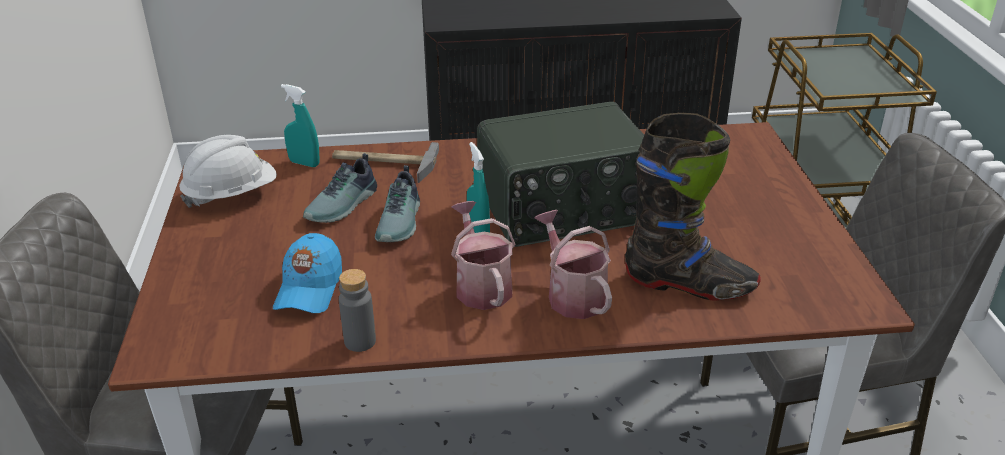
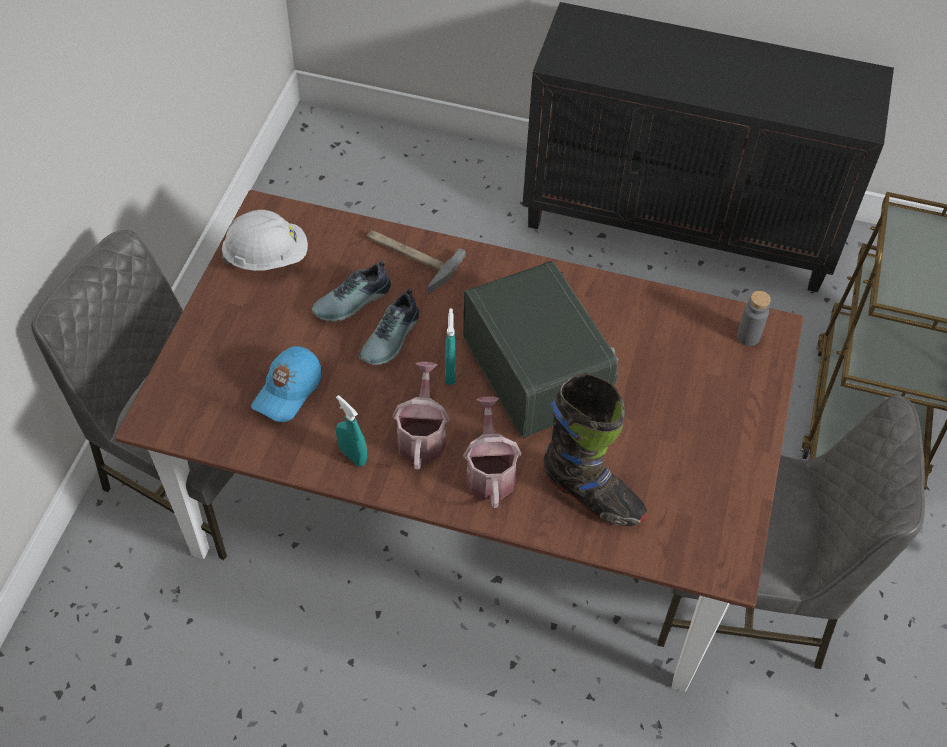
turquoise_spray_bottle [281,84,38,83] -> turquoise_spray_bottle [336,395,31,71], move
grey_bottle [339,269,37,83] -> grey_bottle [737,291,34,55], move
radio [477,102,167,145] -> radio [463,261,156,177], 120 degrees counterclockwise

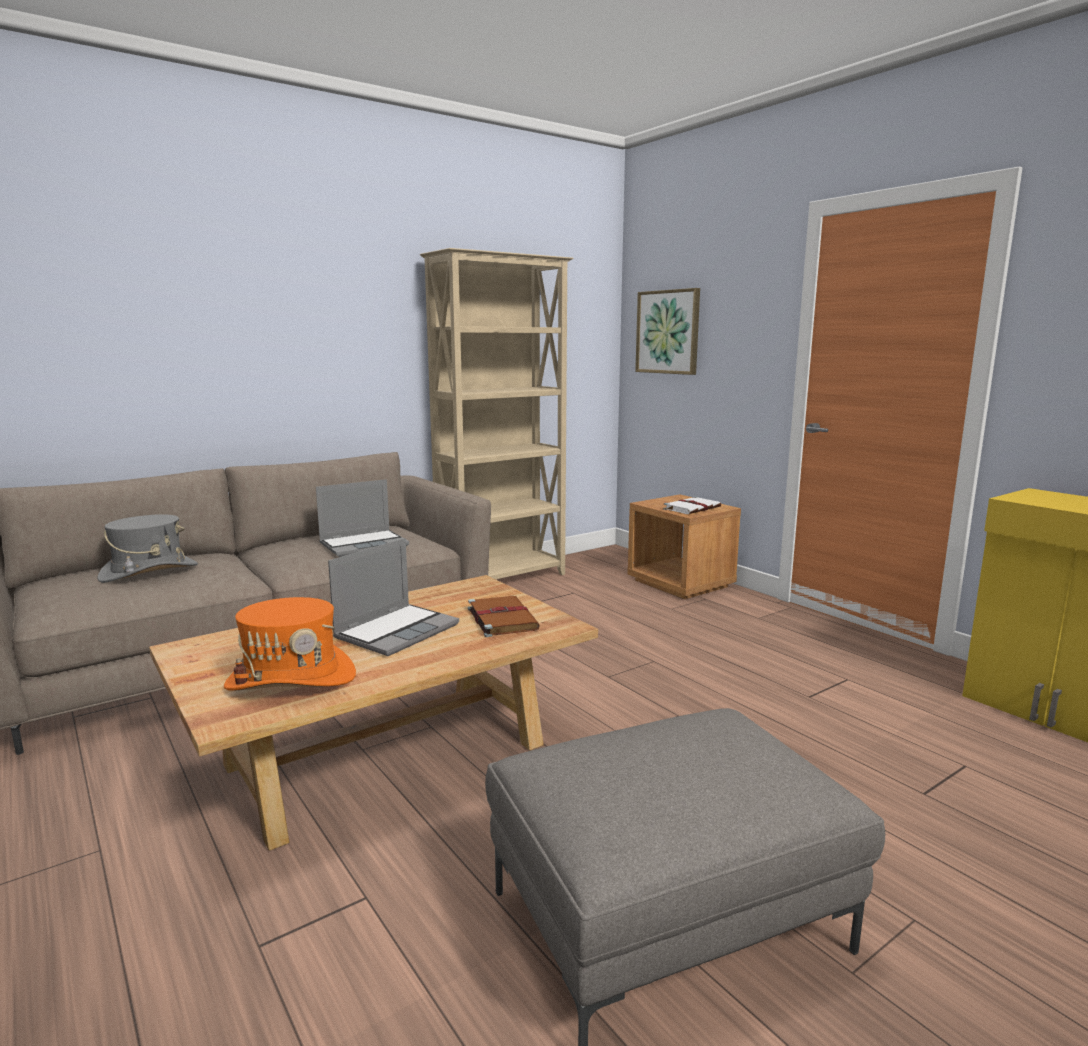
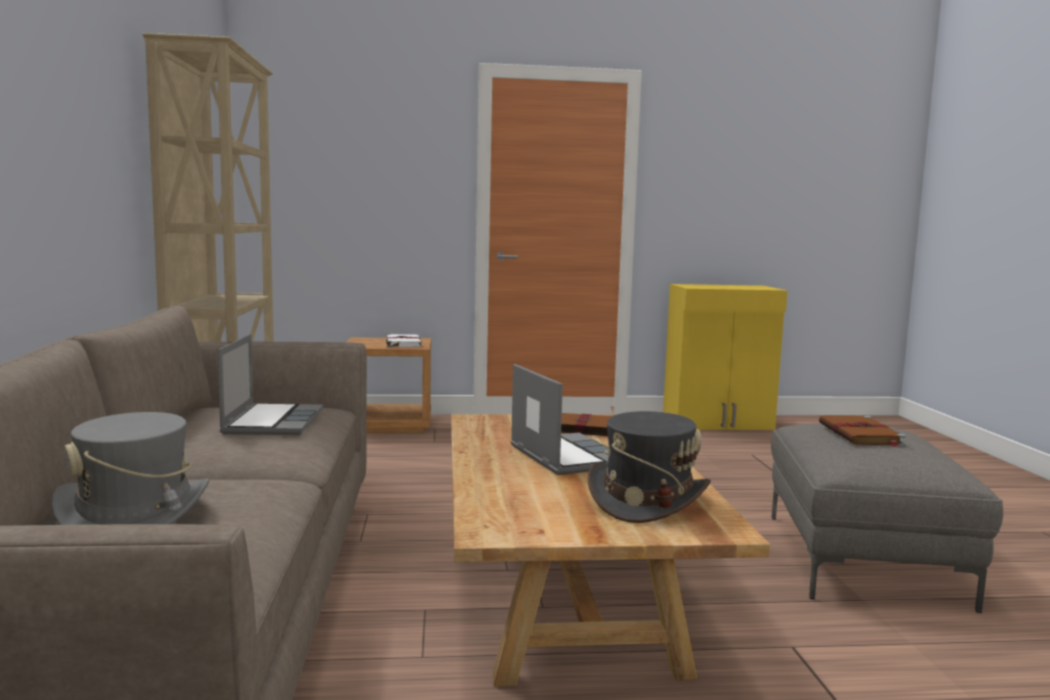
picture [635,288,65,87] -> none
none -> brown_book [819,415,87,33]
orange_hat [224,597,132,93] -> grey_hat [588,411,123,112]

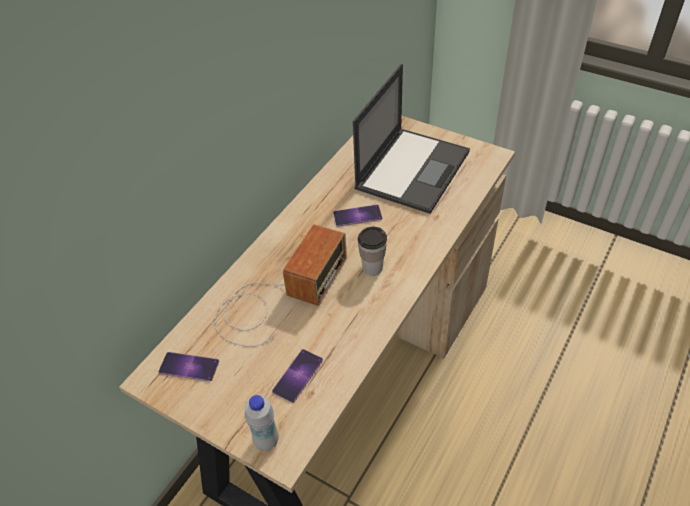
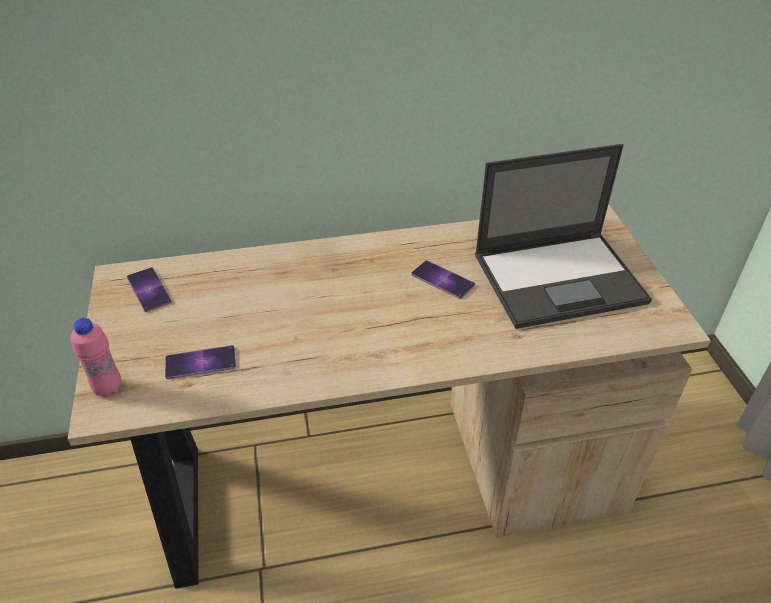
radio [215,224,132,123] -> none
cup [358,227,29,49] -> none
white_bottle [245,395,34,56] -> pink_bottle [70,318,52,79]

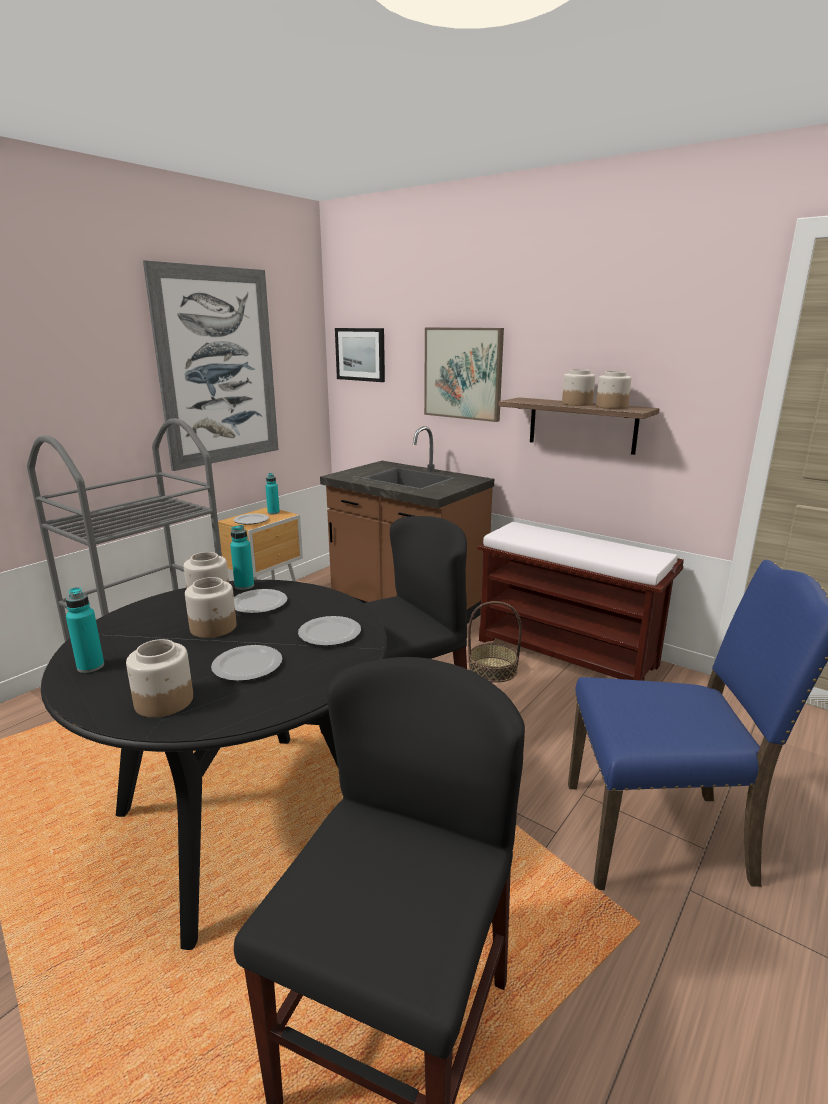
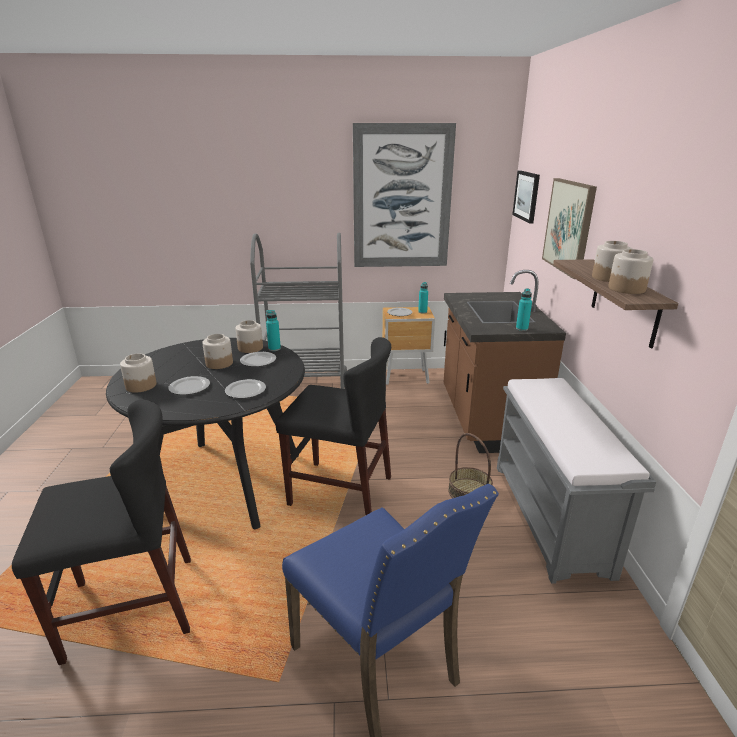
turquoise_bottle [66,587,38,86] -> turquoise_bottle [516,288,16,43], move
brown_bench [477,522,207,159] -> grey_bench [497,378,159,206]

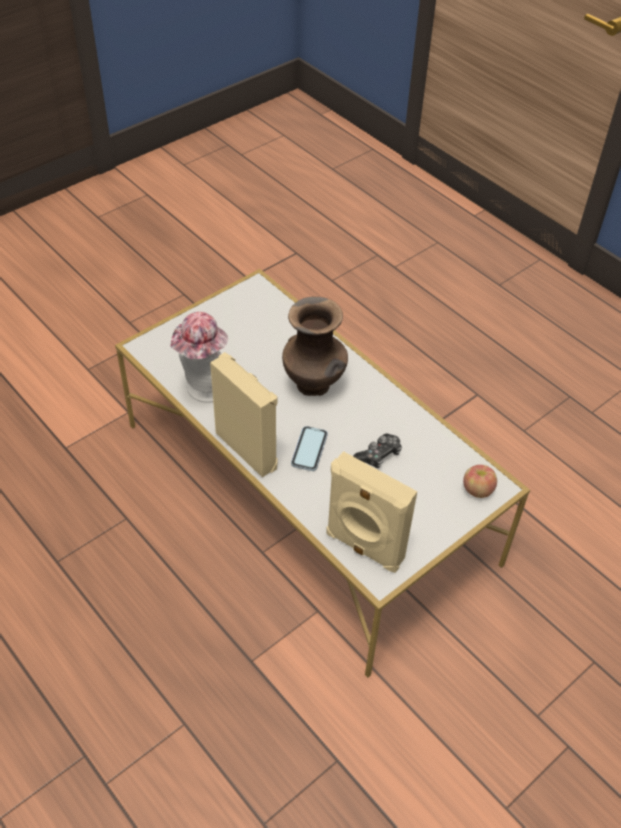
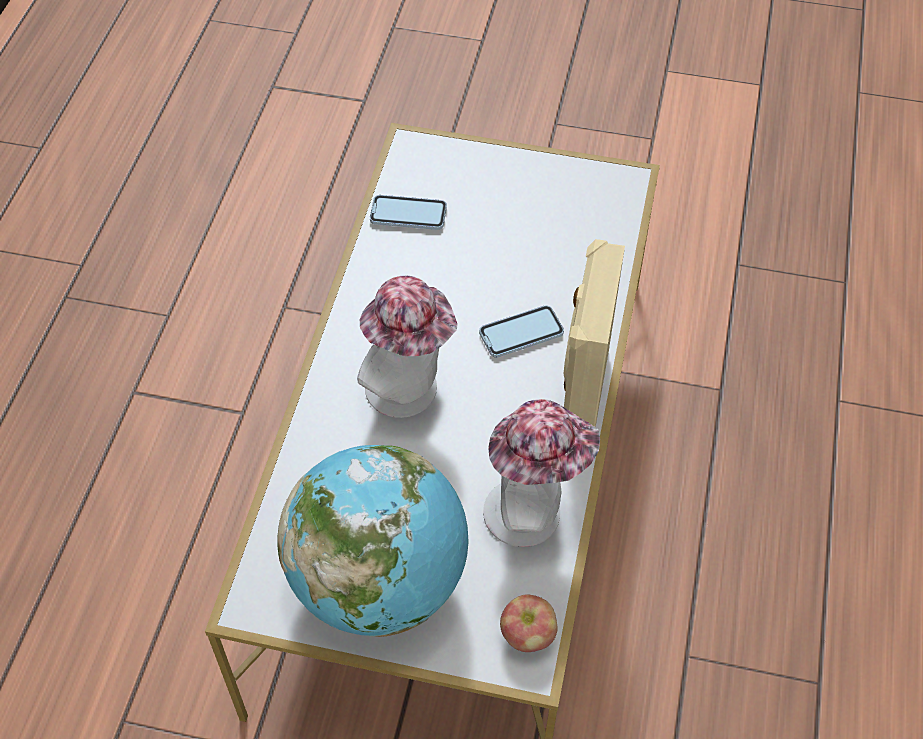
beige_speaker [326,451,91,122] -> none
game_controller [353,434,49,34] -> none
none -> globe [277,445,192,192]
none -> phone [370,195,77,35]
apple [463,465,34,33] -> apple [500,594,58,58], move
brown_vase [282,297,66,99] -> hat [357,276,100,142]

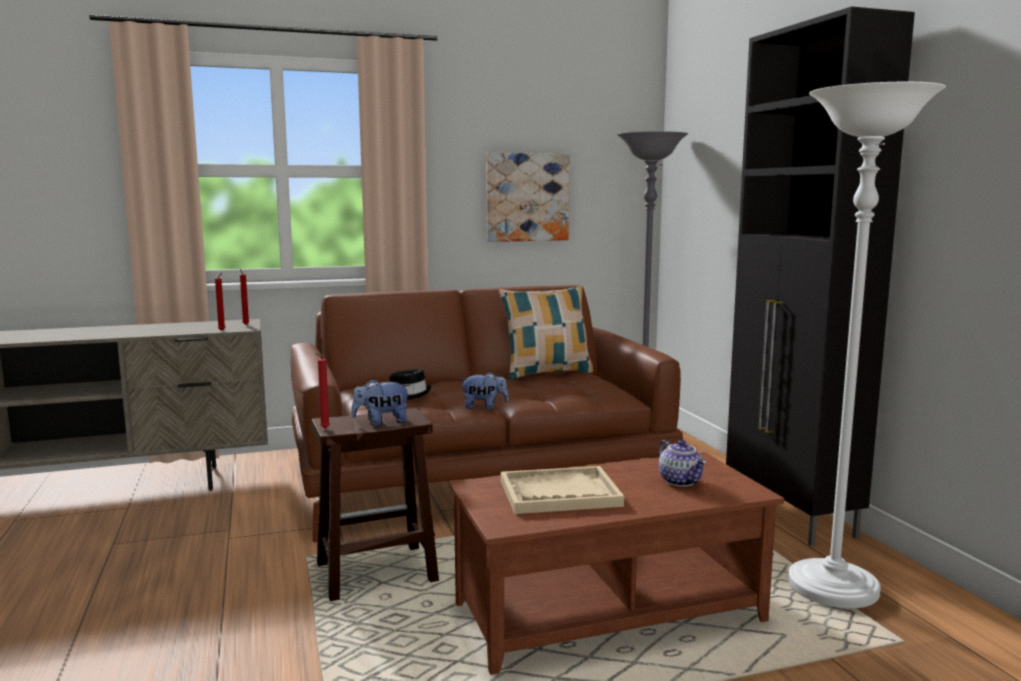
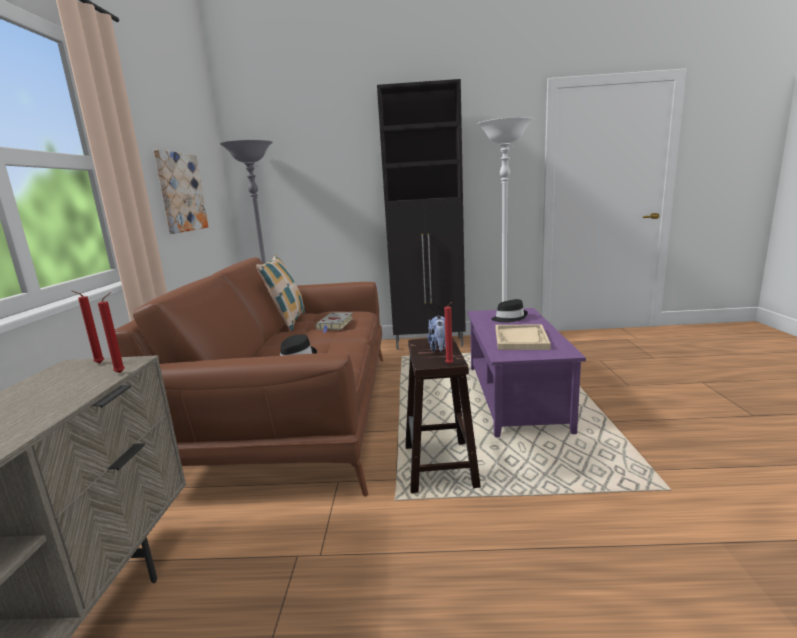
plush_toy [460,371,49,39] -> none
none -> grey_book [315,312,38,21]
teapot [658,440,48,47] -> black_hat [491,299,37,24]
brown_coffee_table [449,452,335,223] -> purple_coffee_table [467,308,119,129]

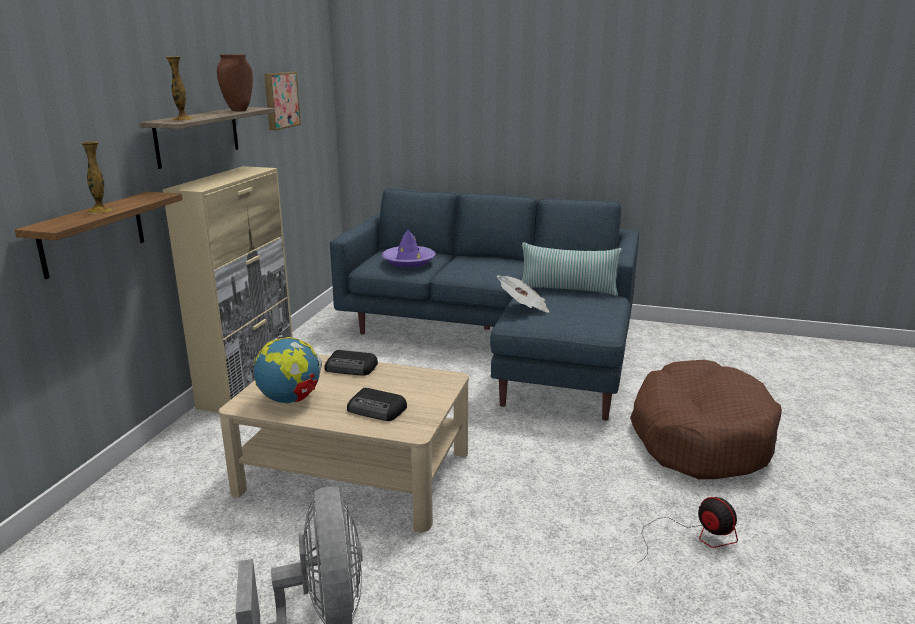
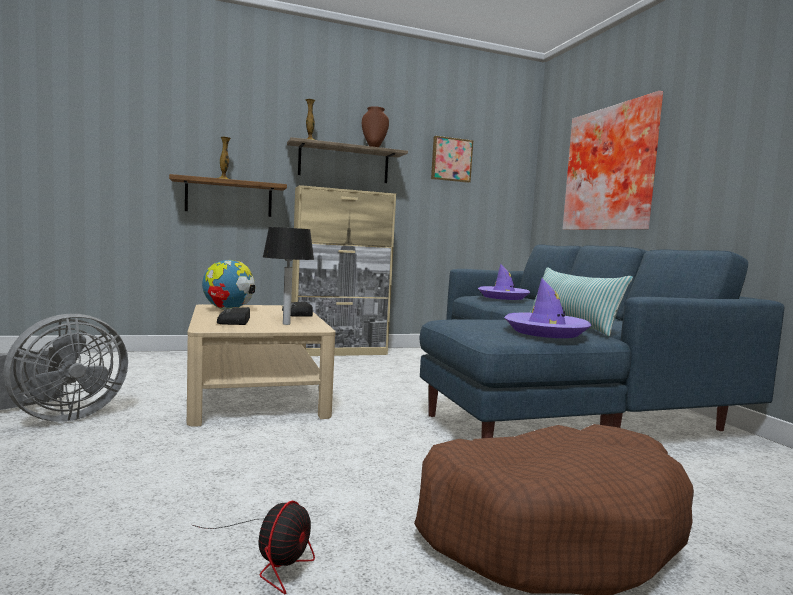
newspaper [497,275,53,38] -> none
none -> table_lamp [263,227,51,98]
none -> purple_hat [504,278,87,60]
none -> picture [563,91,100,139]

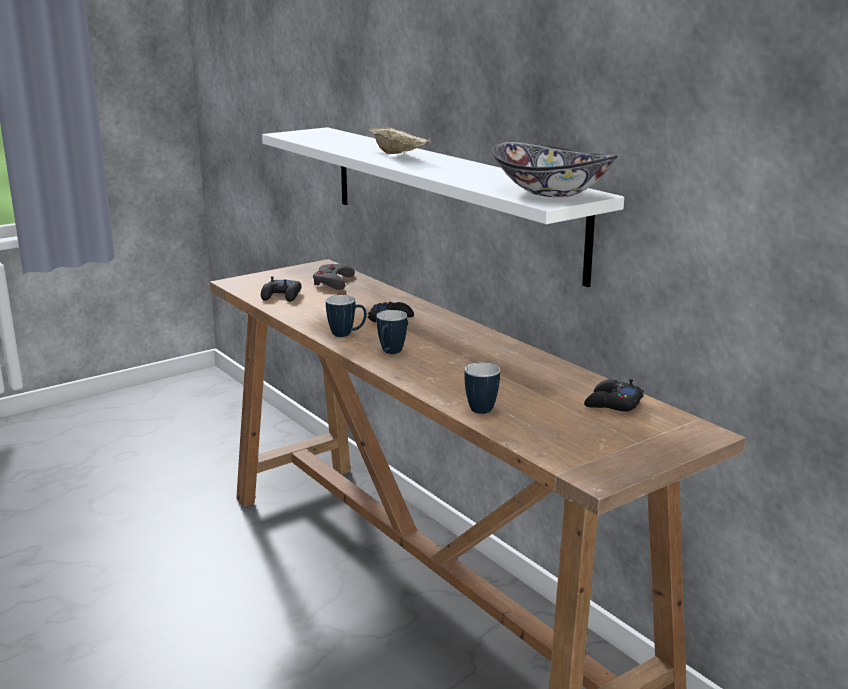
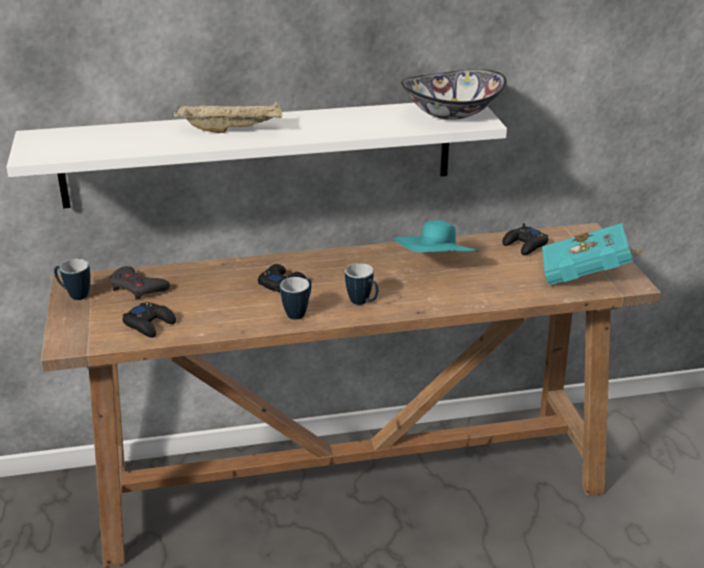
none -> turquoise_hat [394,220,86,32]
none -> turquoise_book [542,223,105,62]
mug [464,362,36,52] -> mug [54,259,36,41], move

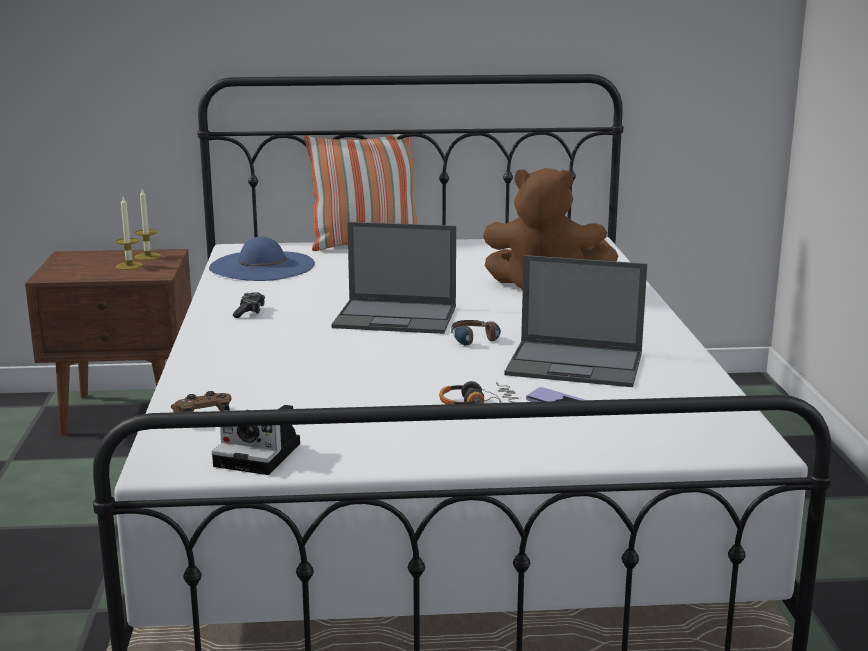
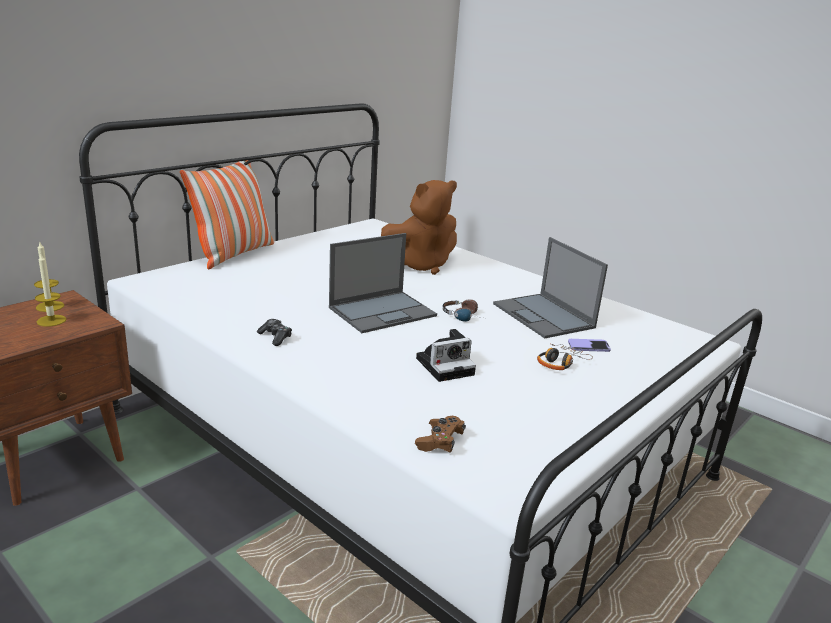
blue_hat [209,236,106,45] -> none
photo_camera [212,405,88,70] -> photo_camera [416,329,60,53], move
laptop [504,255,143,132] -> laptop [493,237,115,101], 90 degrees clockwise

